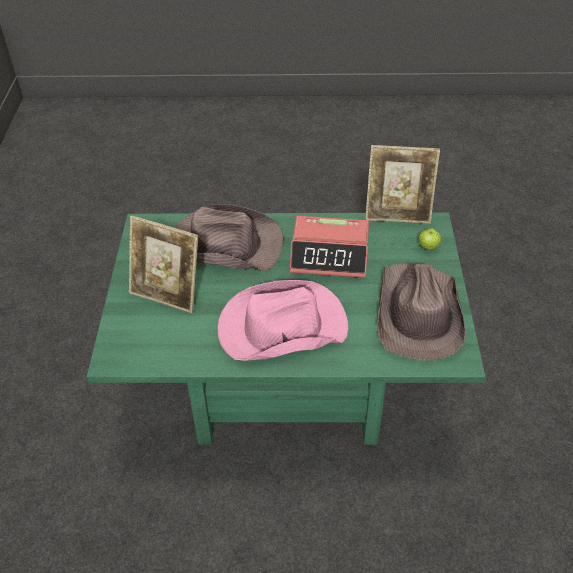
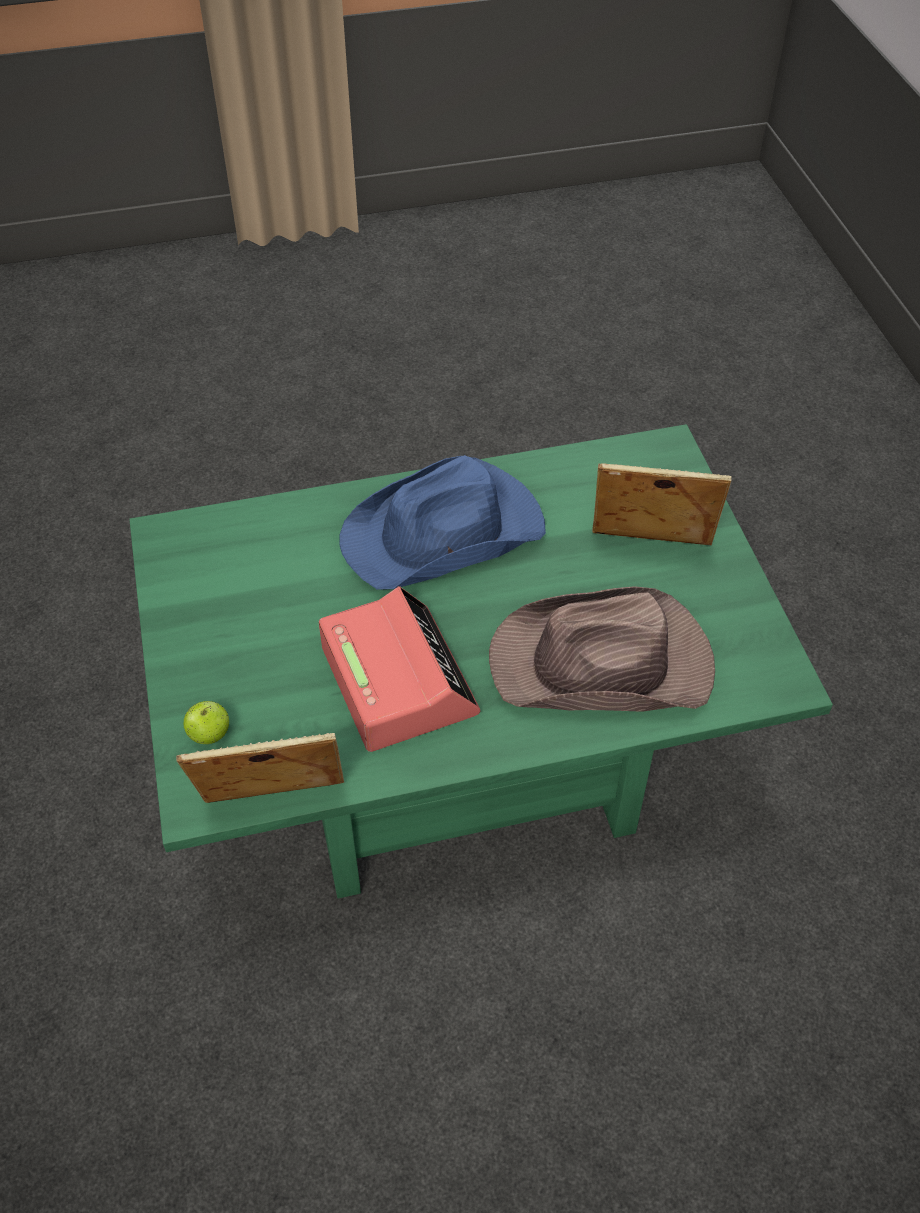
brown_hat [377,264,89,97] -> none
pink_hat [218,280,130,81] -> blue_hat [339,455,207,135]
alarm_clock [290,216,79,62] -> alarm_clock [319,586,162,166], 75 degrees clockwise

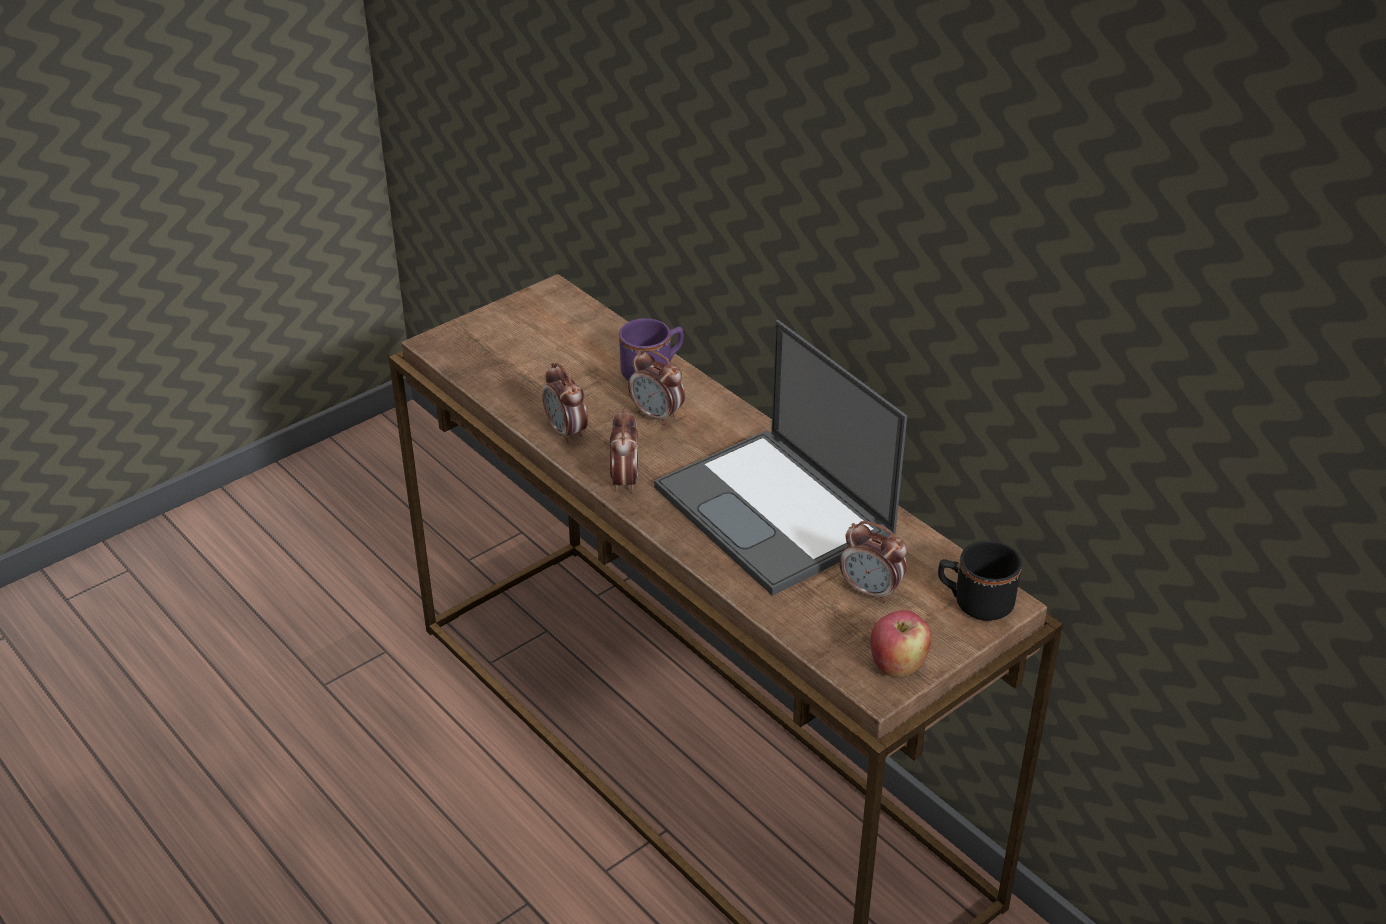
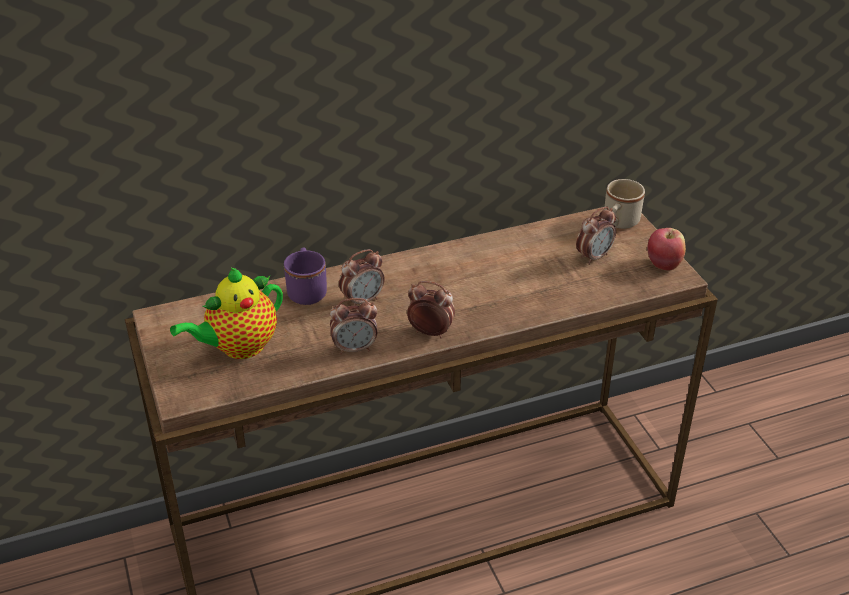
laptop [654,320,253,276] -> none
none -> teapot [170,268,113,91]
black_mug [938,541,84,80] -> beige_mug [604,179,41,50]

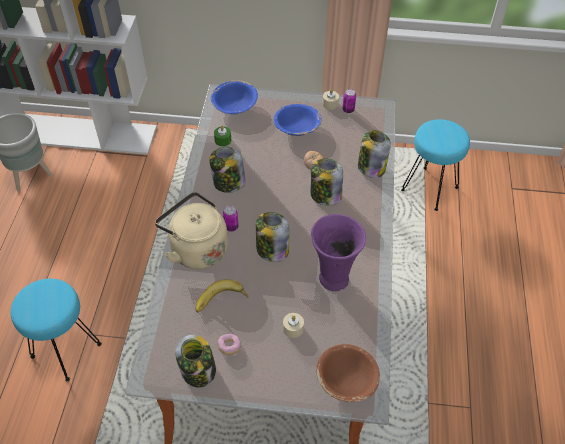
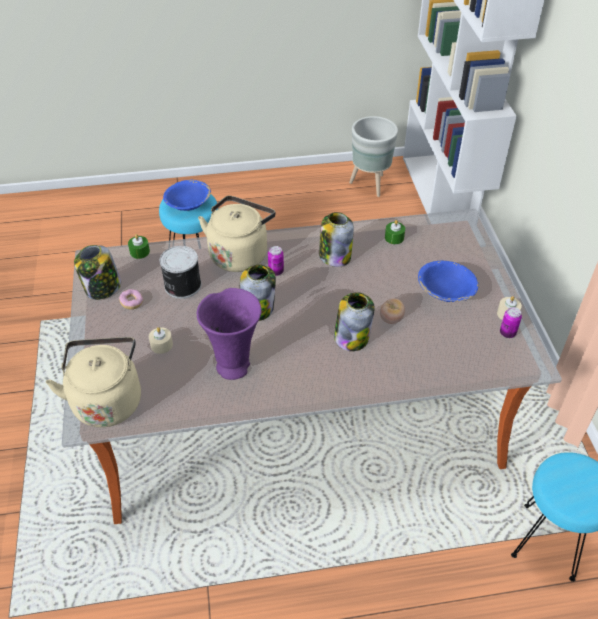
jar [358,130,33,48] -> none
none -> green_candle [128,234,22,25]
blue_bowl [211,80,47,34] -> blue_bowl [163,180,48,31], move
banana [196,279,52,34] -> can [160,246,41,53]
brown_bowl [316,344,64,58] -> beige_kettle [46,337,95,91]

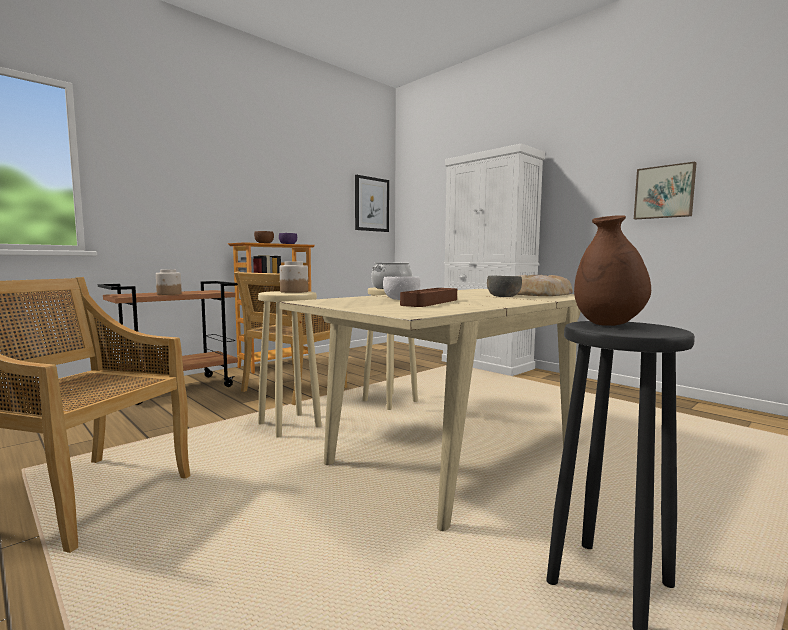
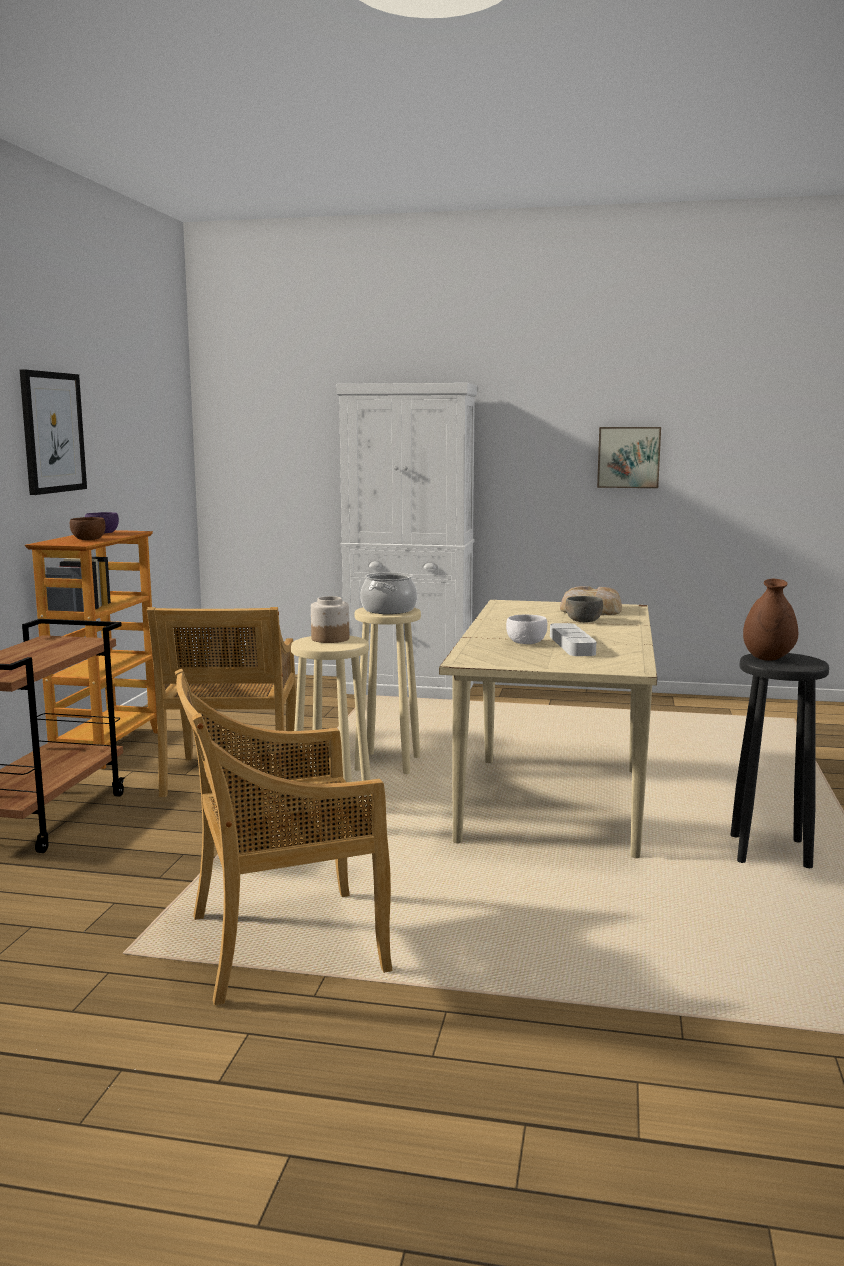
jar [156,269,26,26] -> none
picture [355,175,34,57] -> picture [20,370,67,125], move
brown_tray [400,288,57,19] -> grey_tray [550,623,46,33]

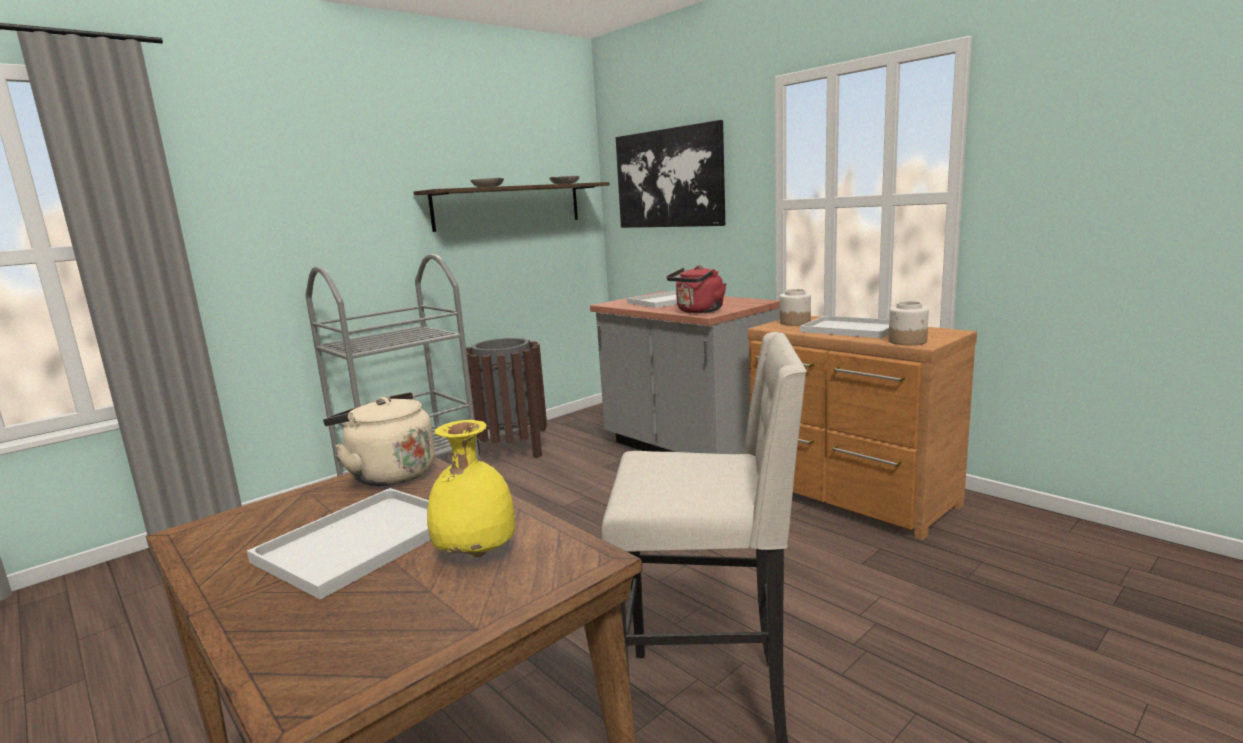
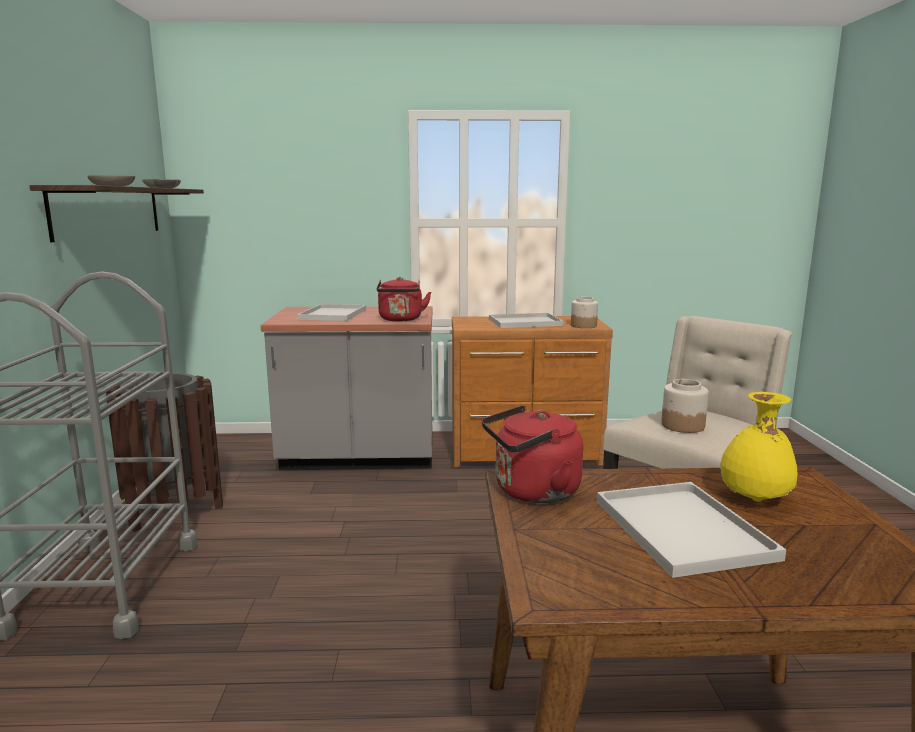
picture [616,120,109,108] -> none
jar [780,289,31,37] -> jar [661,379,48,54], move
beige_kettle [323,392,112,94] -> red_kettle [482,405,101,98]

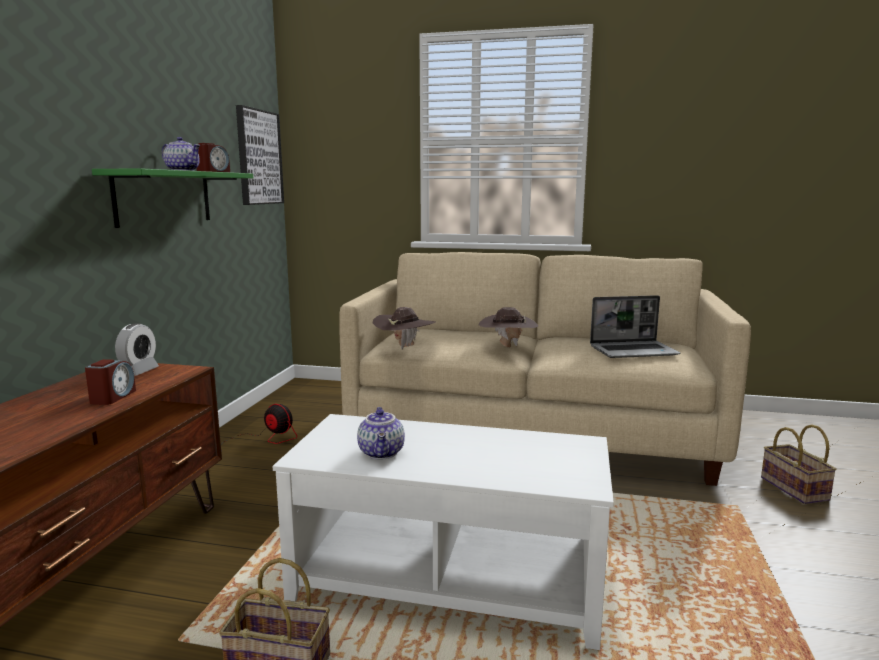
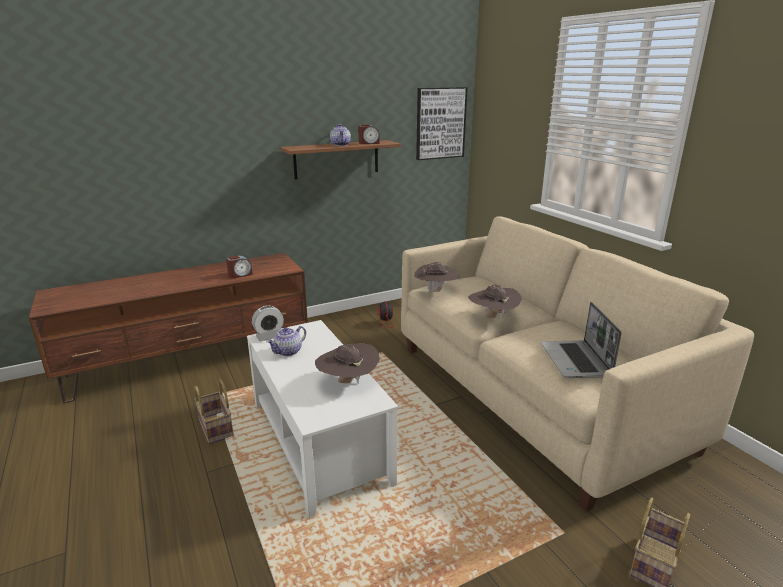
none -> brown_hat [315,344,65,40]
alarm_clock [115,323,44,53] -> alarm_clock [252,306,32,36], move
green_shelf [92,168,161,60] -> brown_shelf [280,140,121,39]
laptop [590,295,90,63] -> laptop [541,302,81,76], 45 degrees clockwise

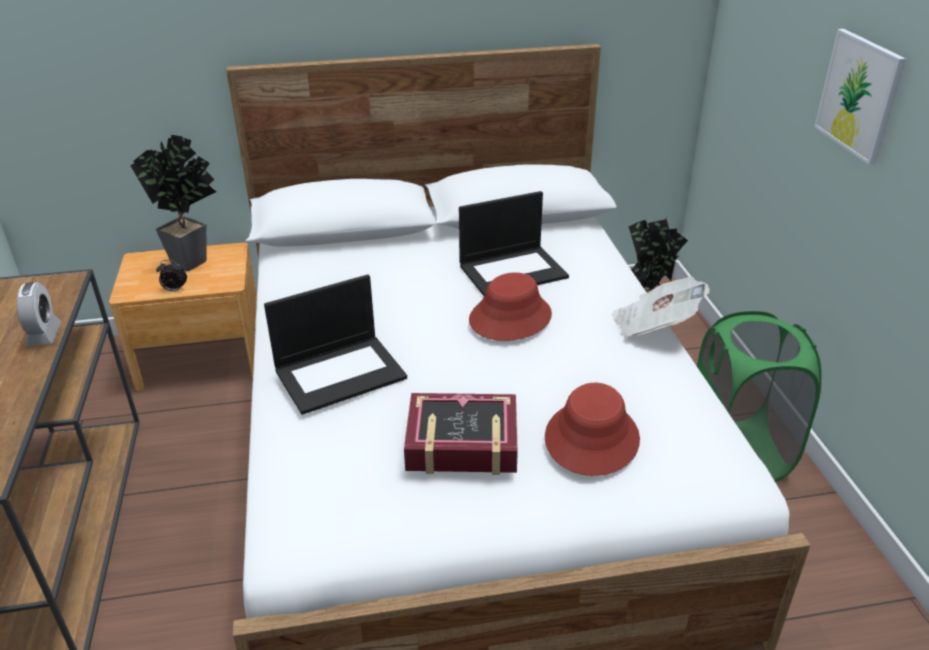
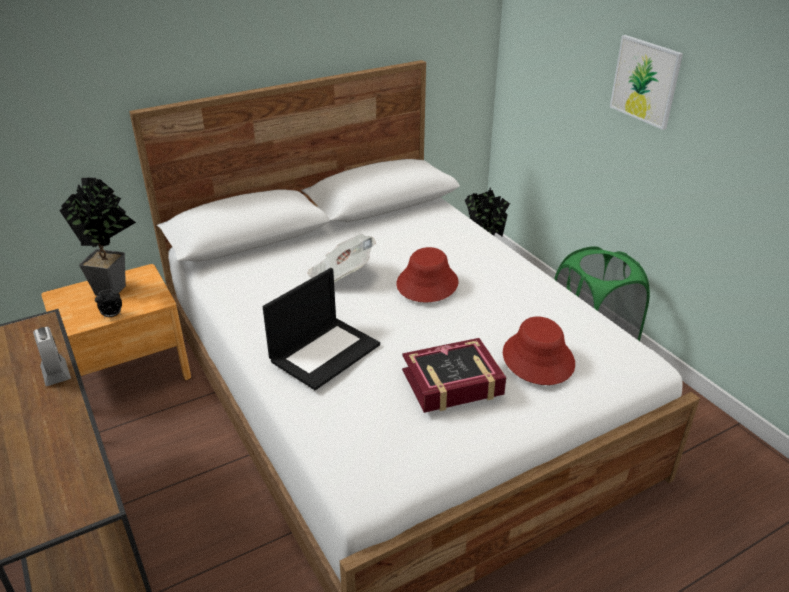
laptop [459,191,110,105] -> none
newspaper [612,277,98,60] -> newspaper [307,234,69,48], move

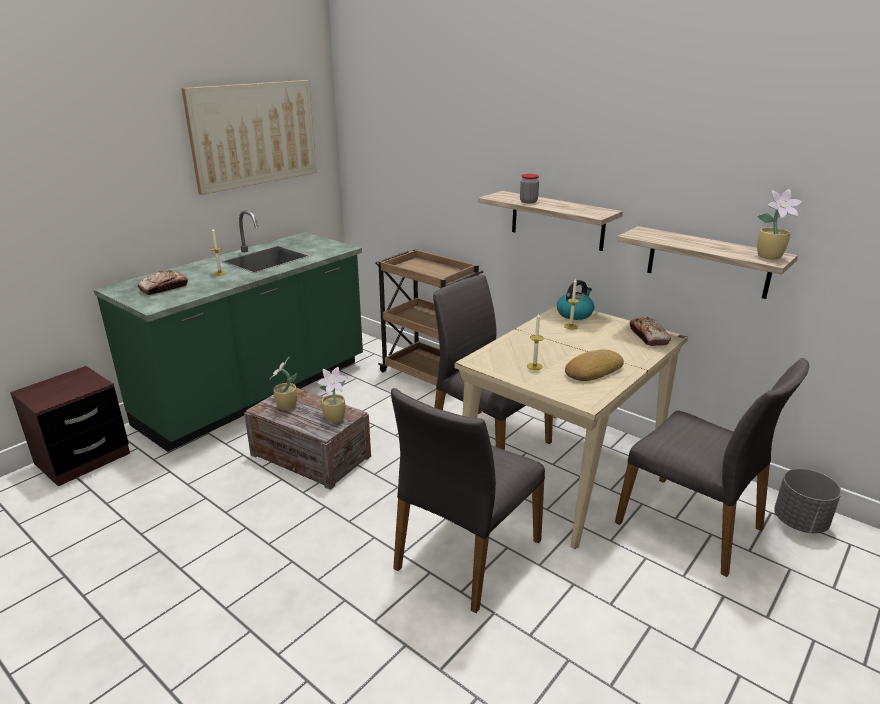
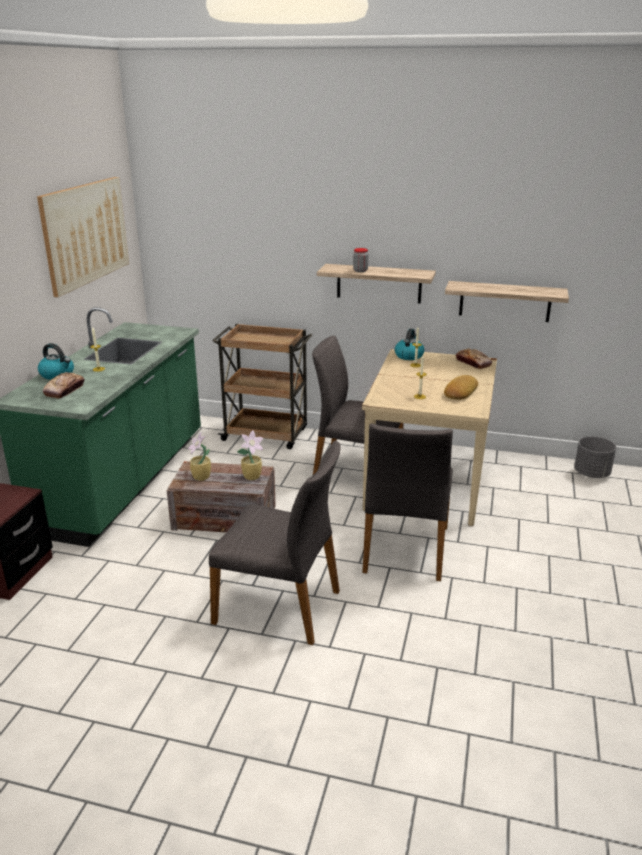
potted_plant [757,189,45,70] -> none
none -> kettle [38,343,36,37]
grey_chair [615,358,194,219] -> grey_chair [209,441,132,204], move

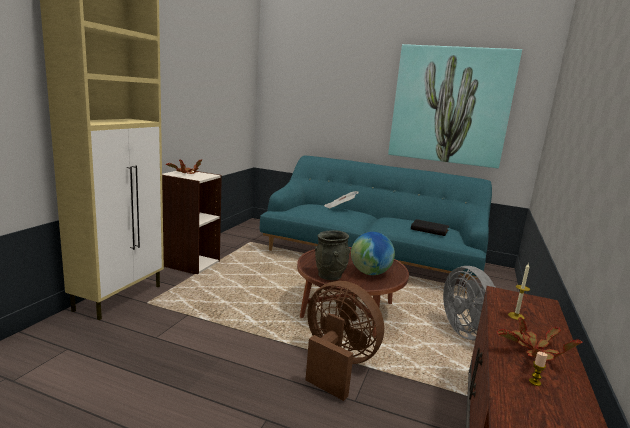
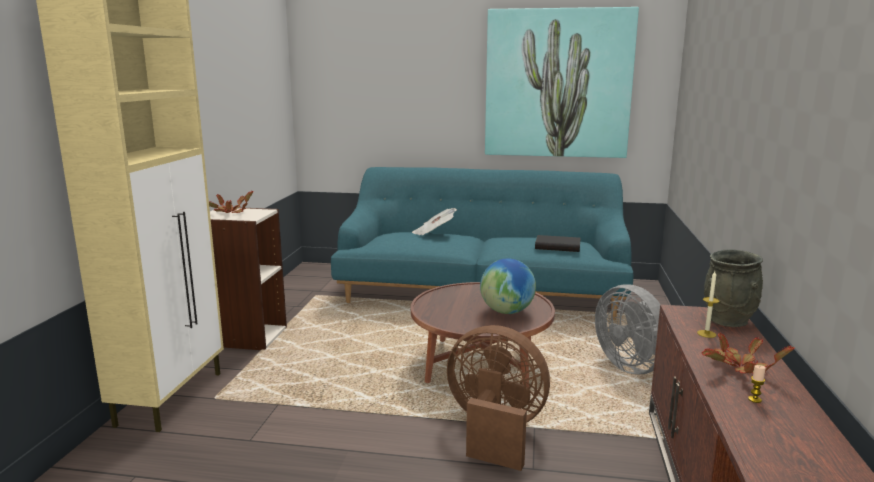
grey_vase [315,230,35,50] -> grey_vase [704,249,59,78], move

